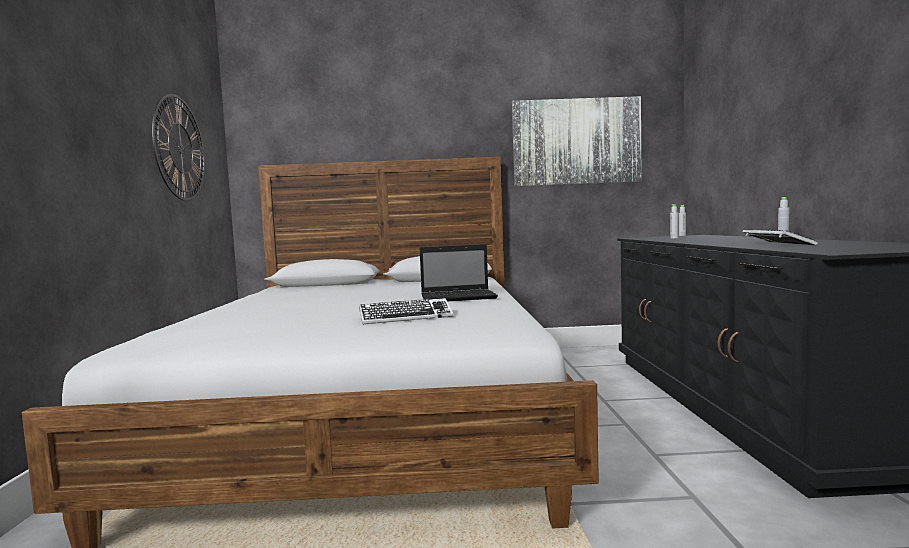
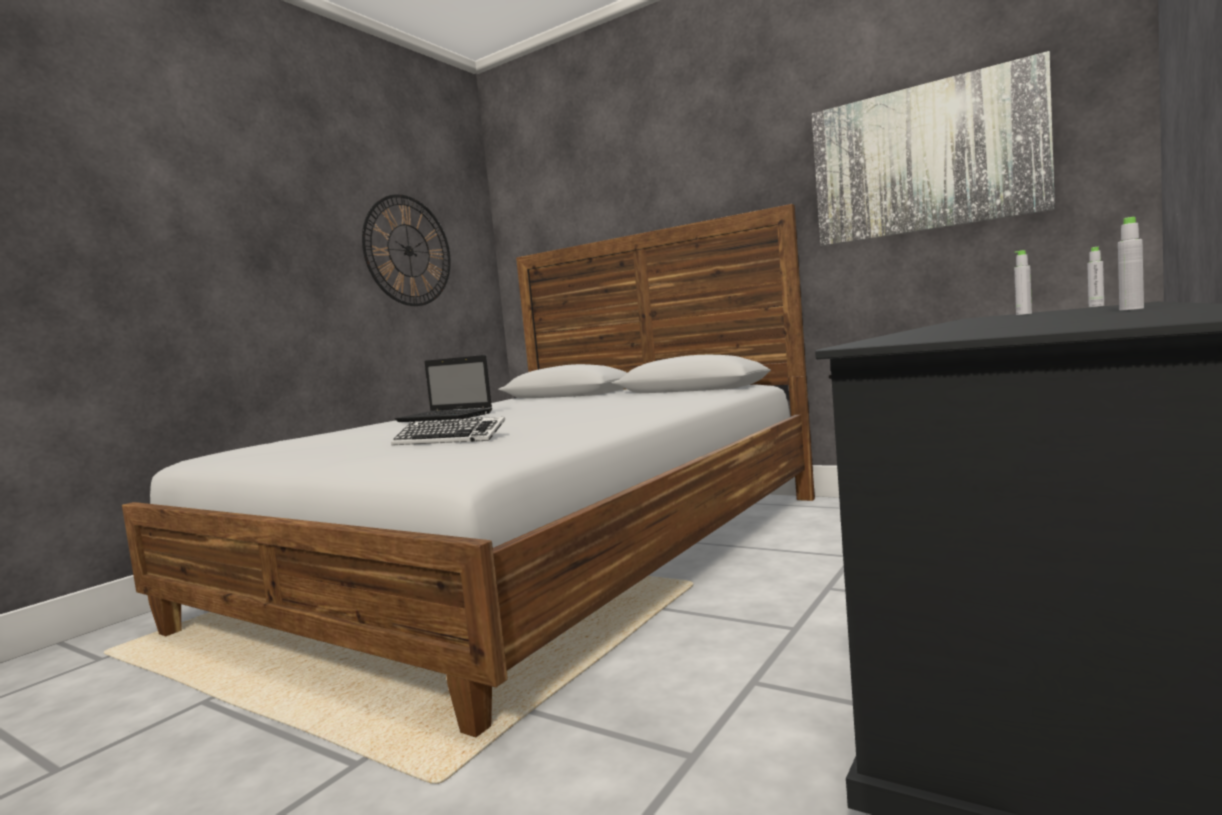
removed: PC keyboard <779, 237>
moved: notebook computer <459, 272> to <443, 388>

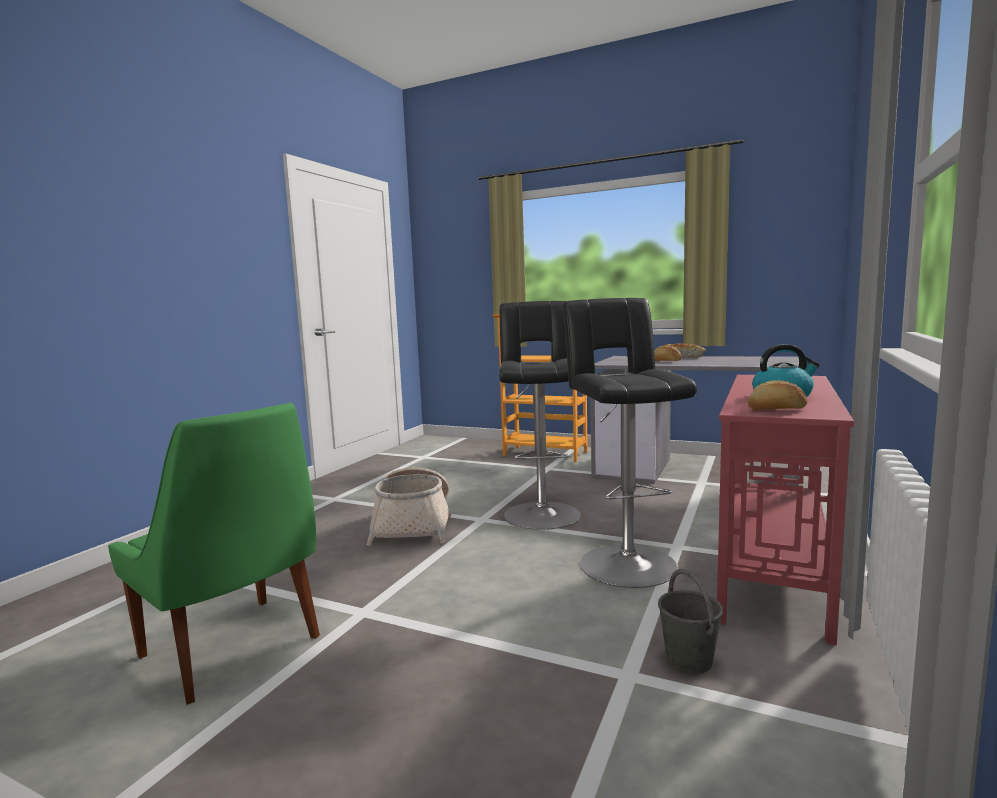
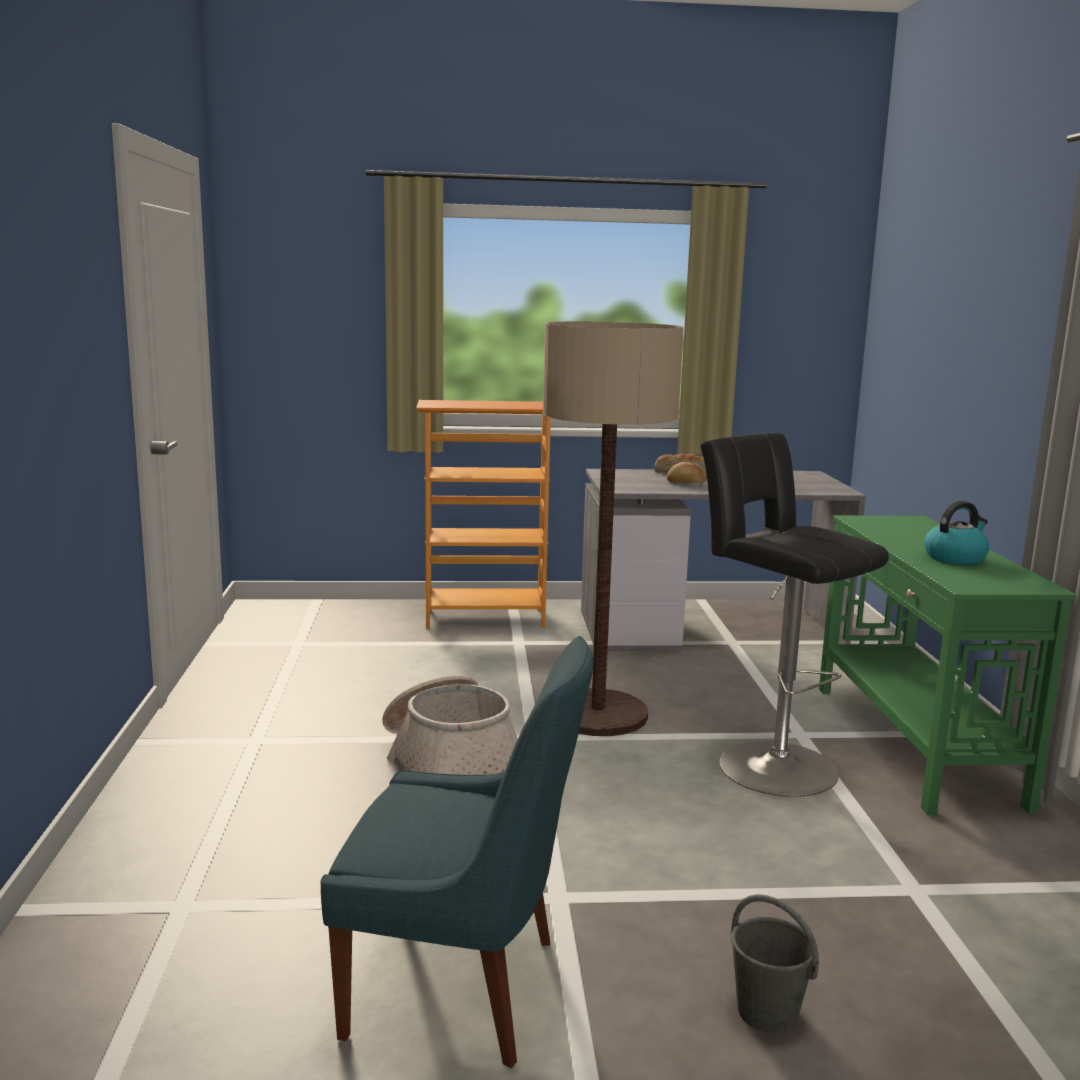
removed: bread <778, 395>
moved: grey bucket <690, 621> to <775, 963>
replaced: blackish stool seat <540, 415> to floor lamp <613, 529>
recoloured: green-coloured chair <214, 554> to blue-coloured chair <457, 852>; red-coloured hall table <785, 510> to green-coloured hall table <947, 665>

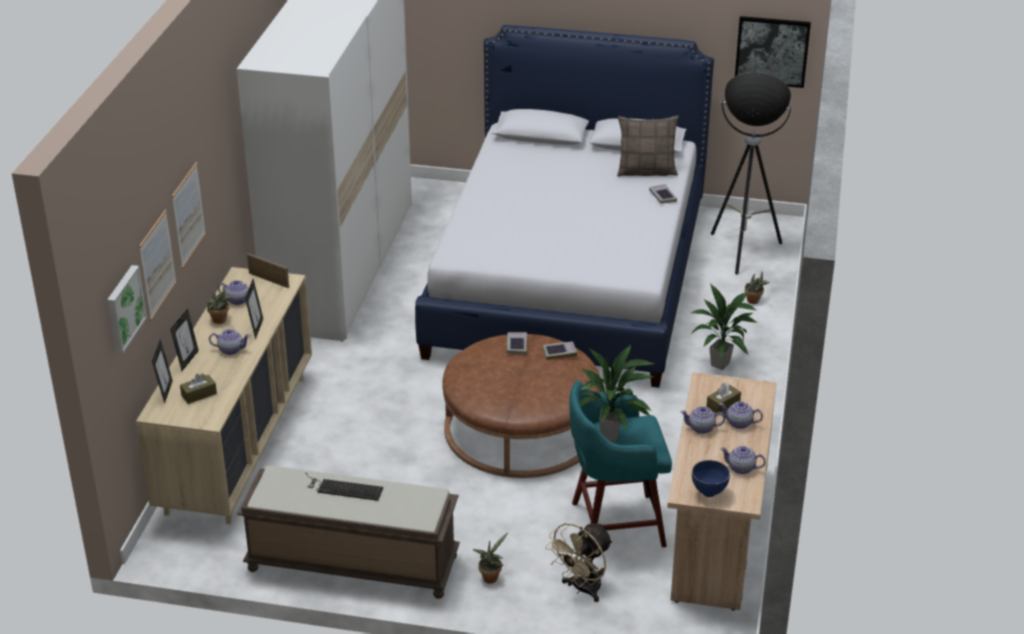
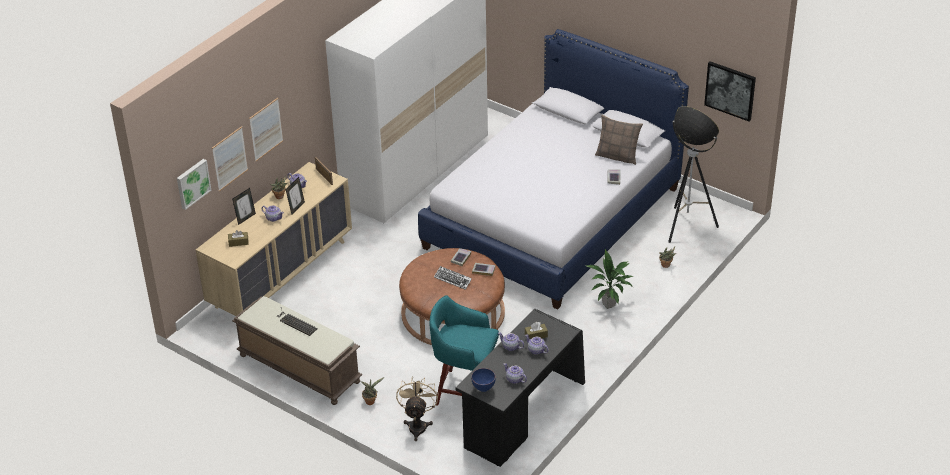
removed: standing frame <162, 372>; plant in a pot <616, 393>
added: PC keyboard <453, 278>
recoloured: beige desk unit <722, 491> to blackish desk unit <520, 388>
turned: beige cooling fan <579, 562> = <417, 408> 120 degrees clockwise

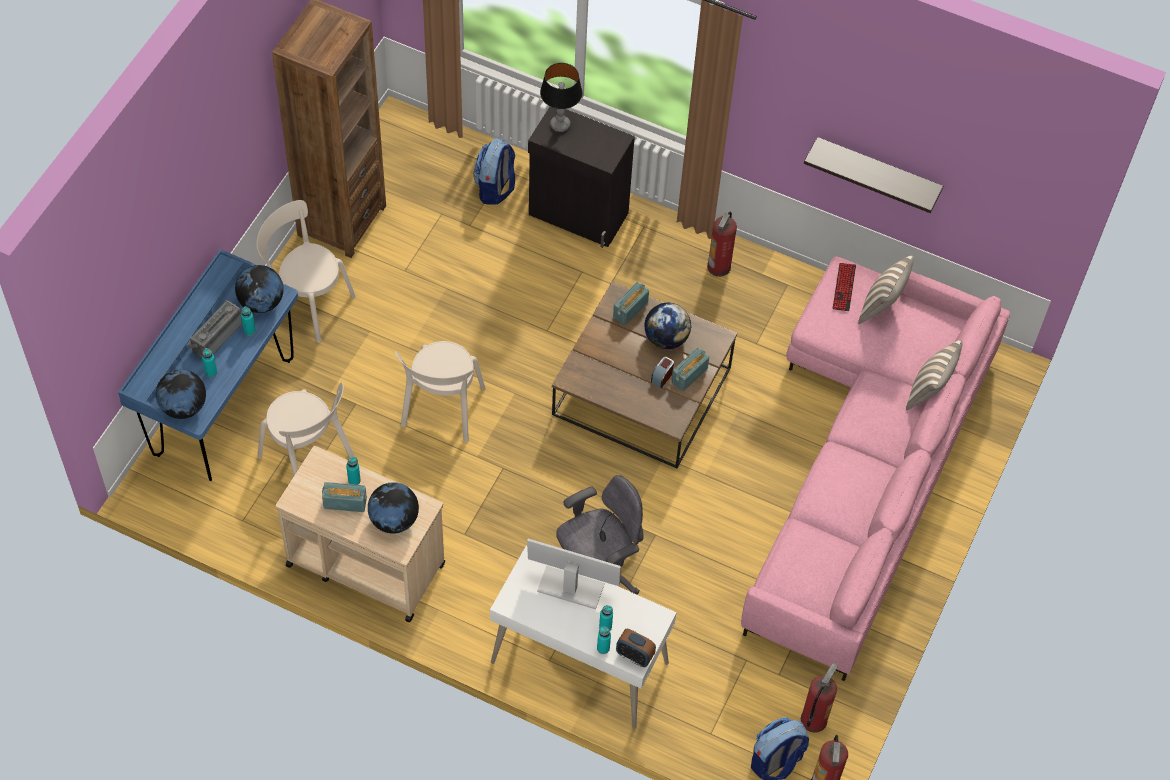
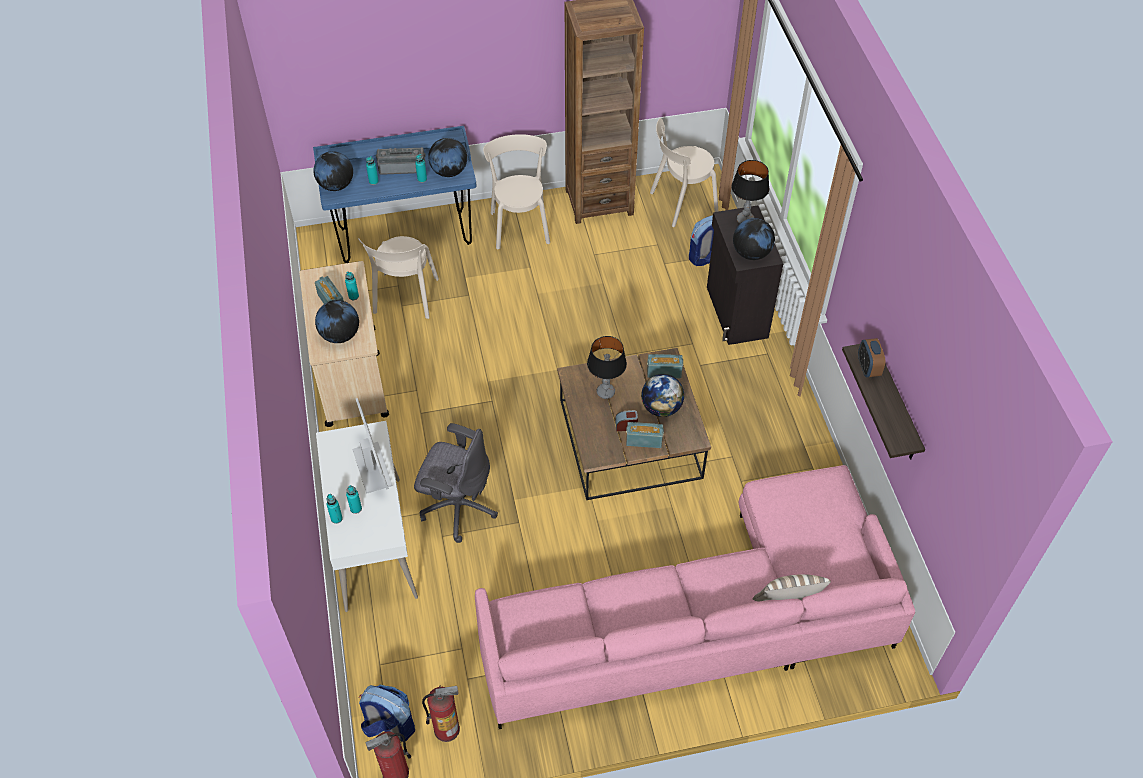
removed: fire extinguisher <722, 244>; PC keyboard <844, 287>; cushion <886, 289>
added: table lamp <607, 367>; globe <754, 239>
moved: beige chair <440, 391> to <684, 172>; table clock <636, 648> to <871, 357>

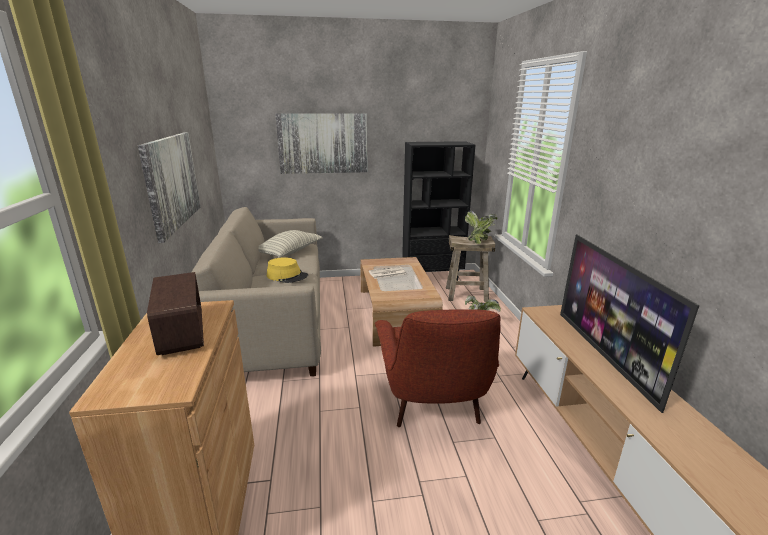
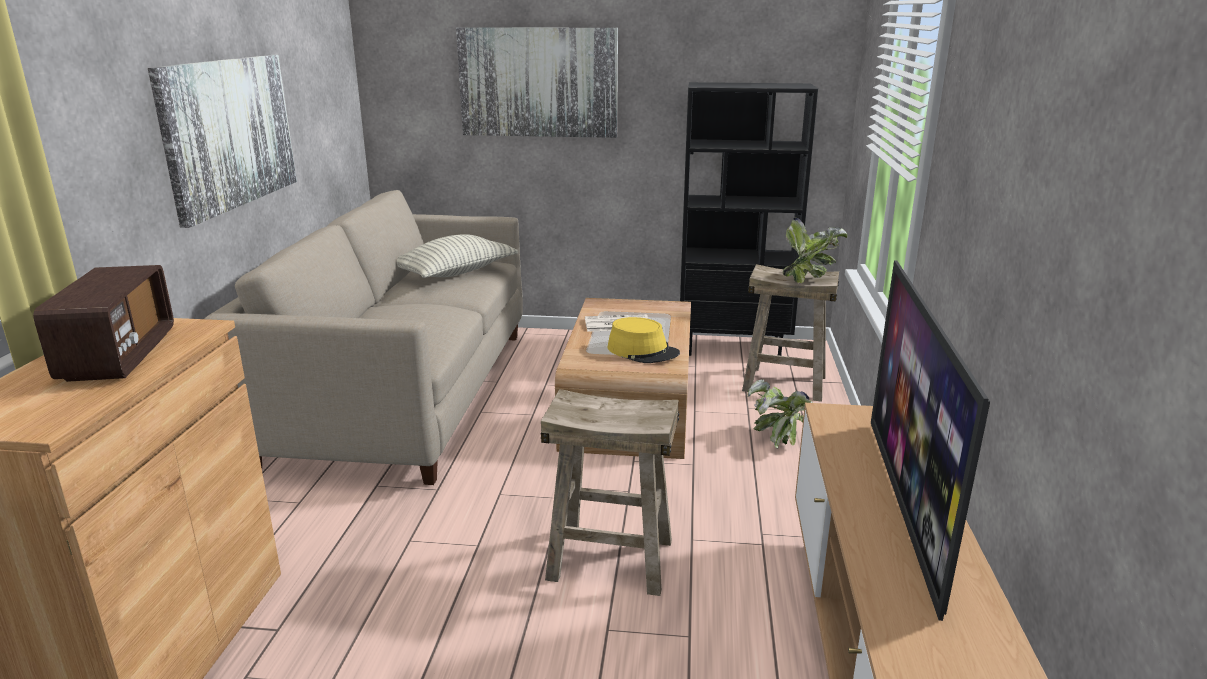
moved: yellow hat <287, 270> to <643, 340>
replaced: red-coloured lounge chair <438, 368> to beige stool seat <610, 492>

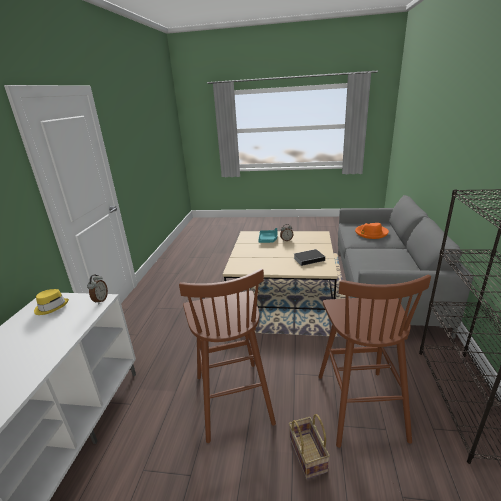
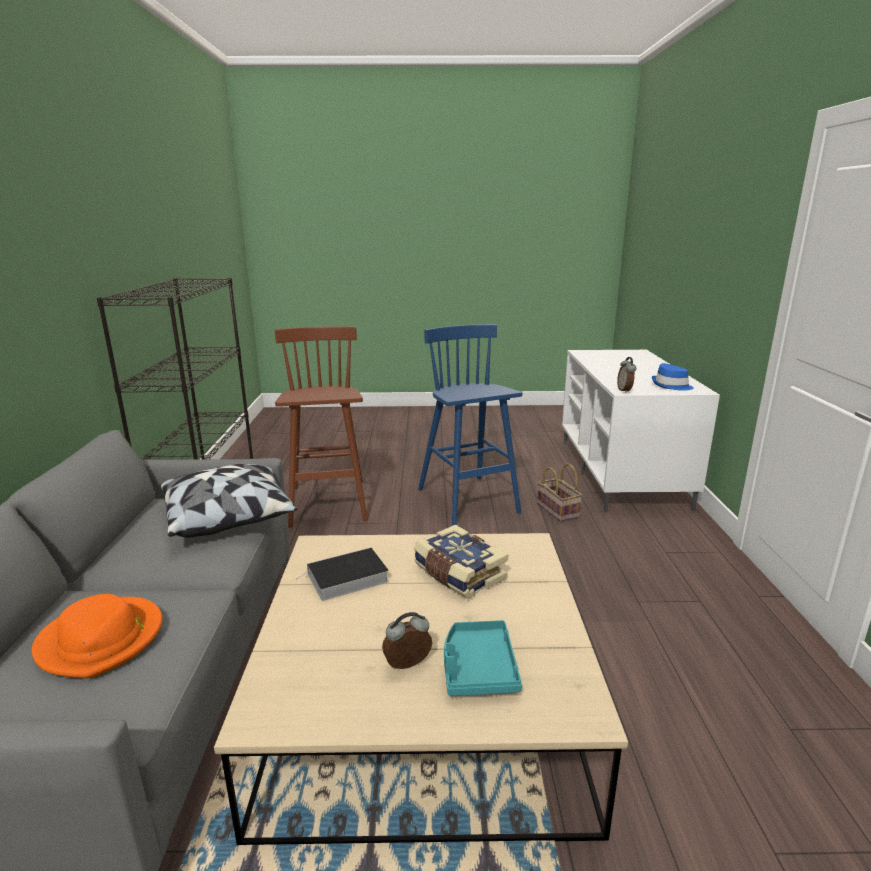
added: cushion <228, 500>; volume <461, 562>
moved: storage basket <309, 446> to <559, 492>
recoloured: yellow hat <51, 302> to blue-coloured hat <673, 377>; brown stool seat <227, 355> to blue-coloured stool seat <470, 425>

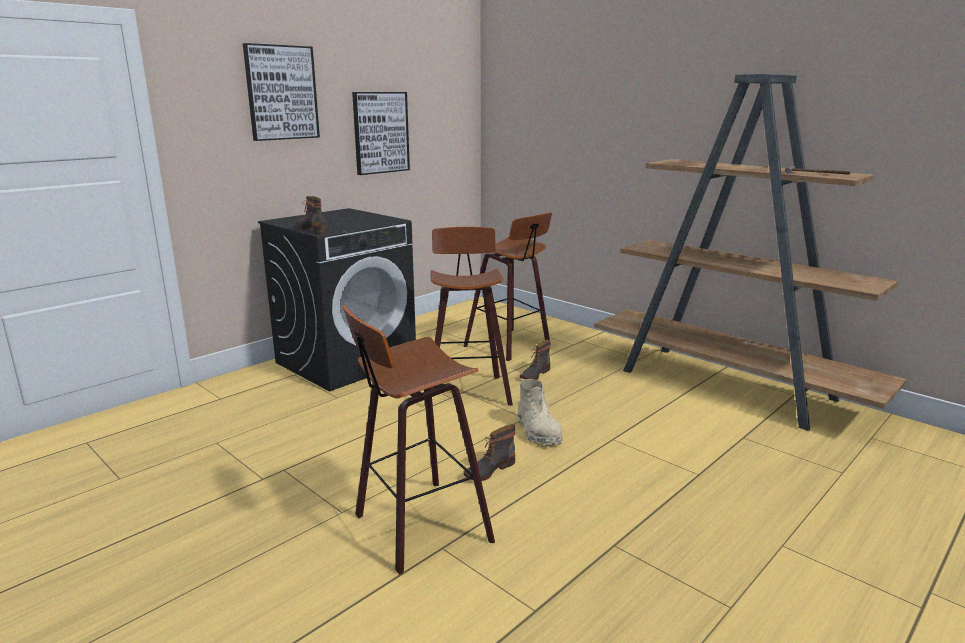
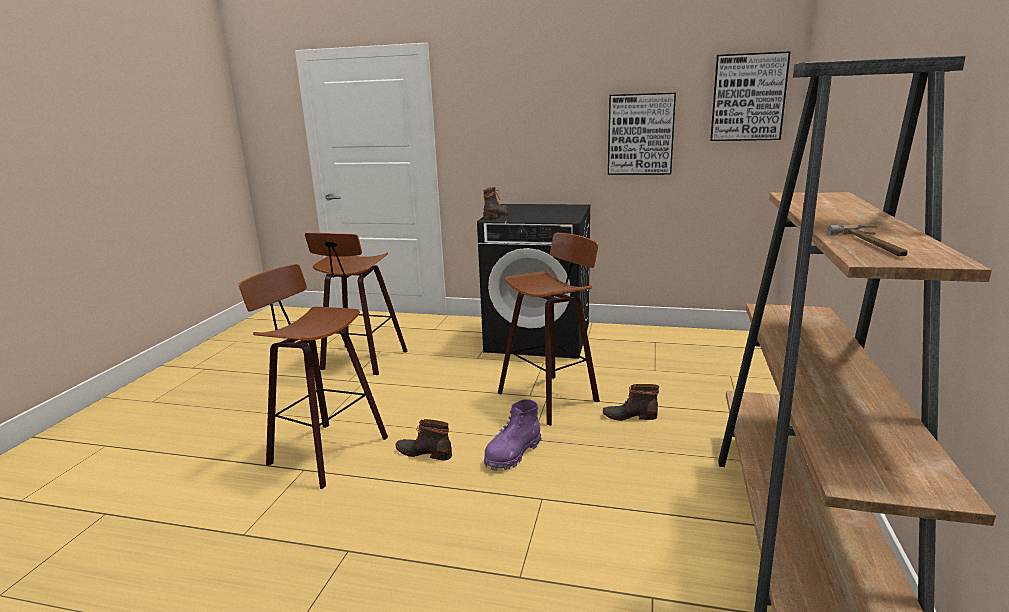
moved: picture <281, 92> to <750, 96>; stool seat <507, 287> to <356, 304>
recoloured: beige tall boot <540, 412> to purplish tall boot <513, 435>

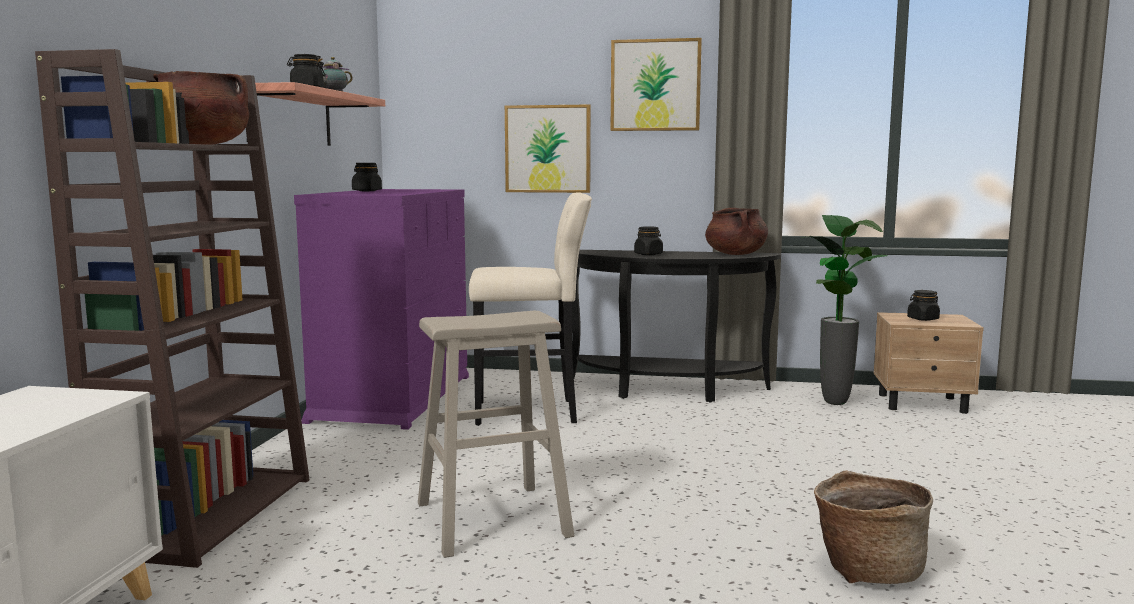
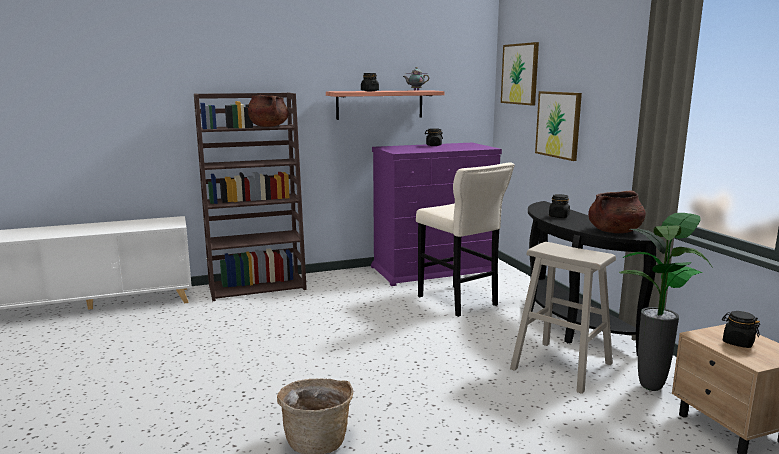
moved: beige stool seat <496, 434> to <563, 318>; picture <656, 84> to <520, 73>

